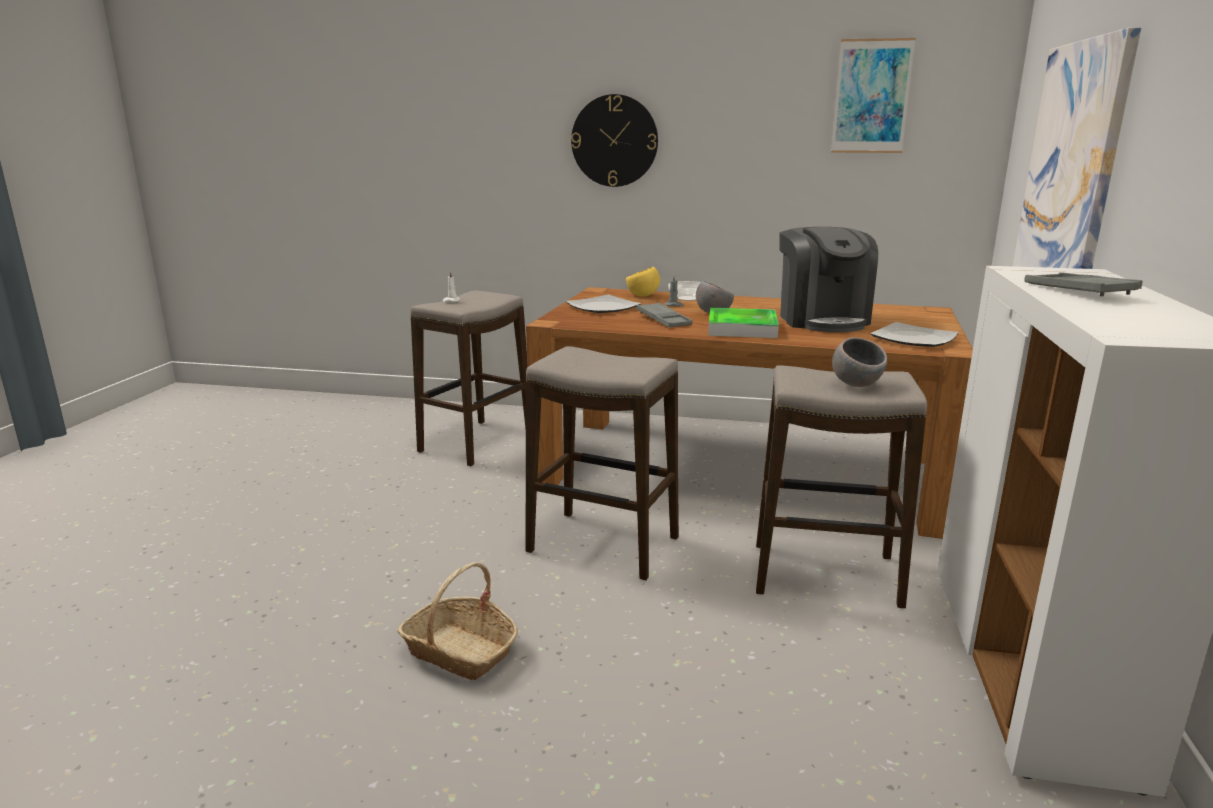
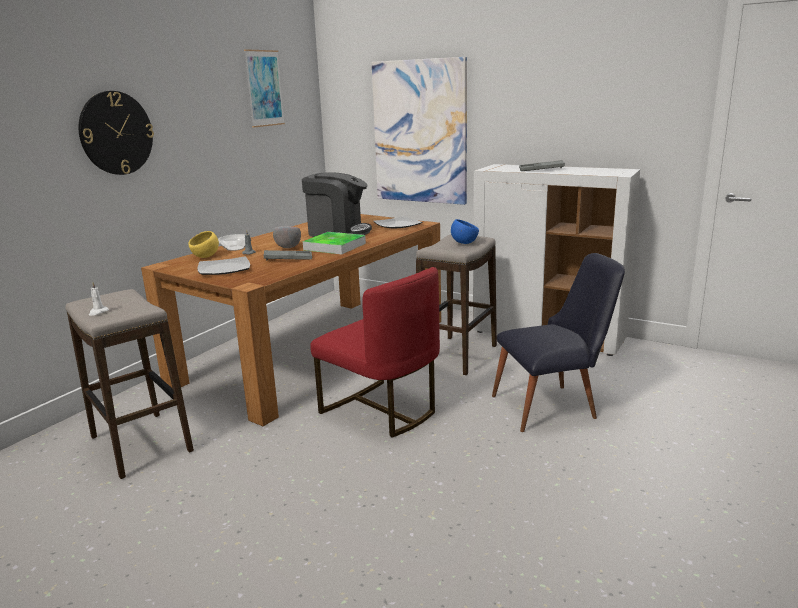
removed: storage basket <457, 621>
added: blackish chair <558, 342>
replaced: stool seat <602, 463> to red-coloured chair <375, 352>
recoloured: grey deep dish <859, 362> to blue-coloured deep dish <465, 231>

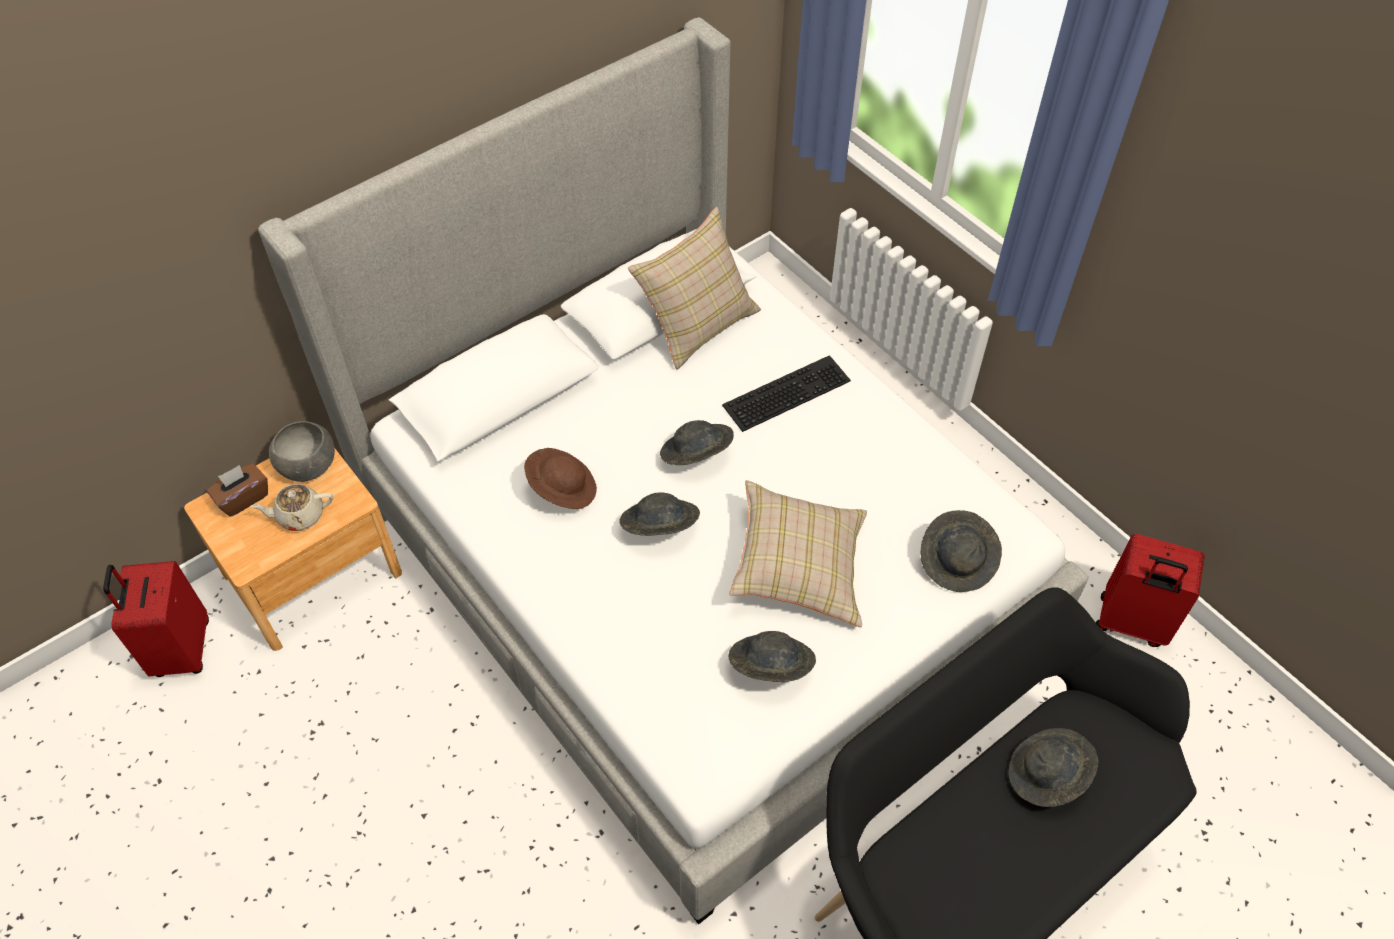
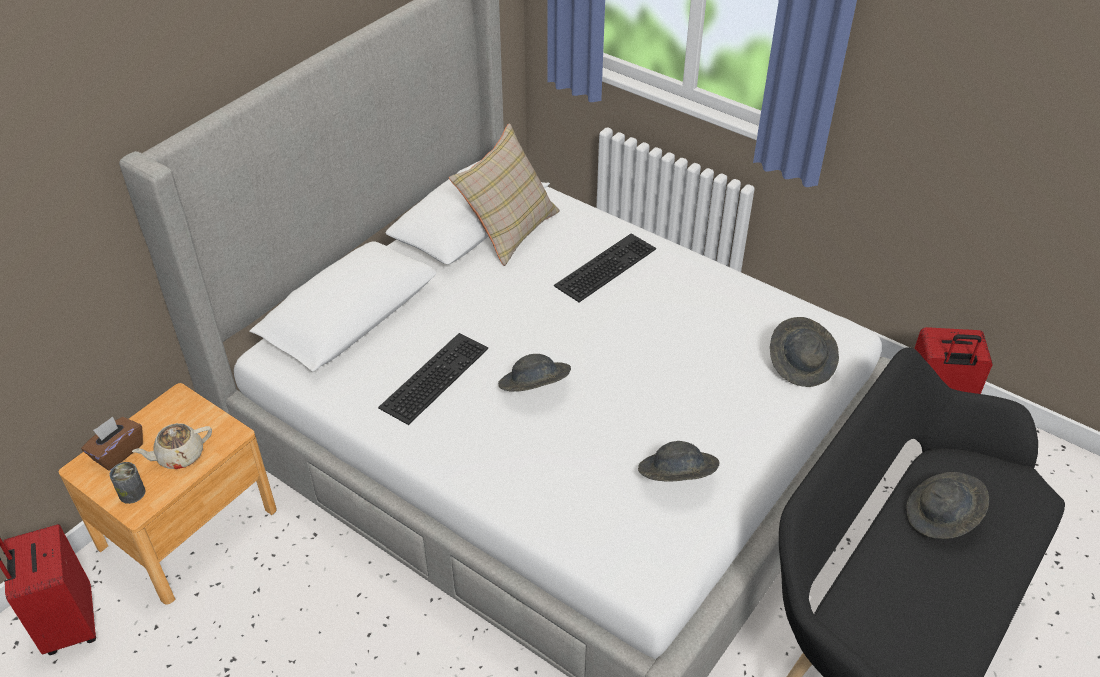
removed: grey deep dish <302, 451>; grey hat <697, 442>; beige cushion <798, 554>
added: metal can <127, 483>
replaced: brown hat <560, 478> to PC keyboard <433, 379>

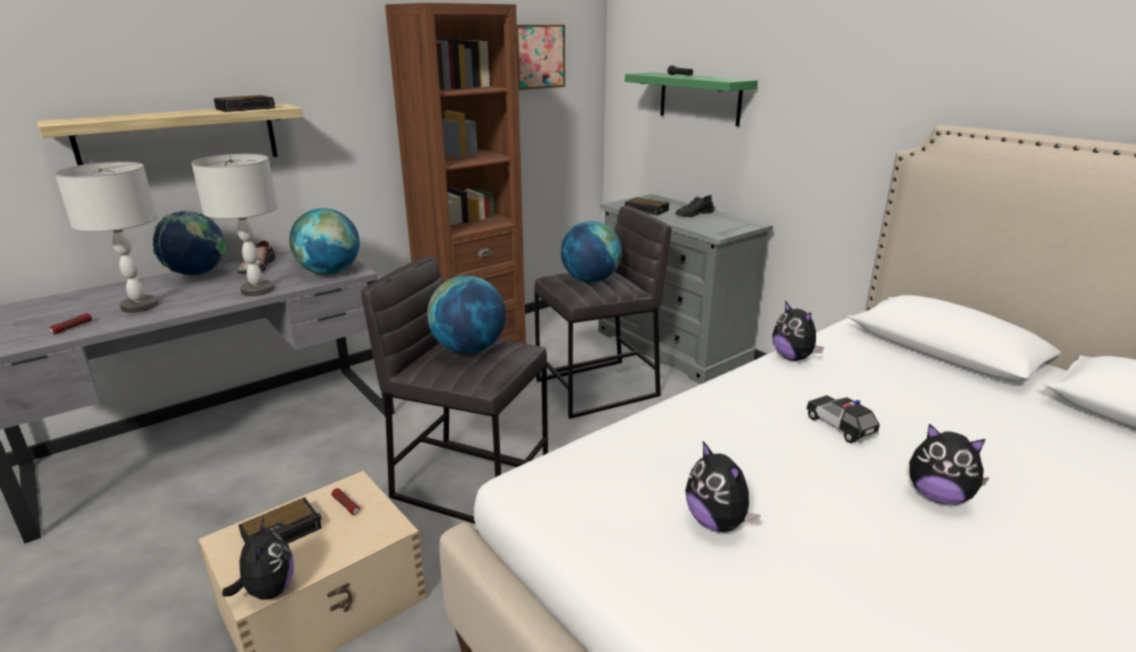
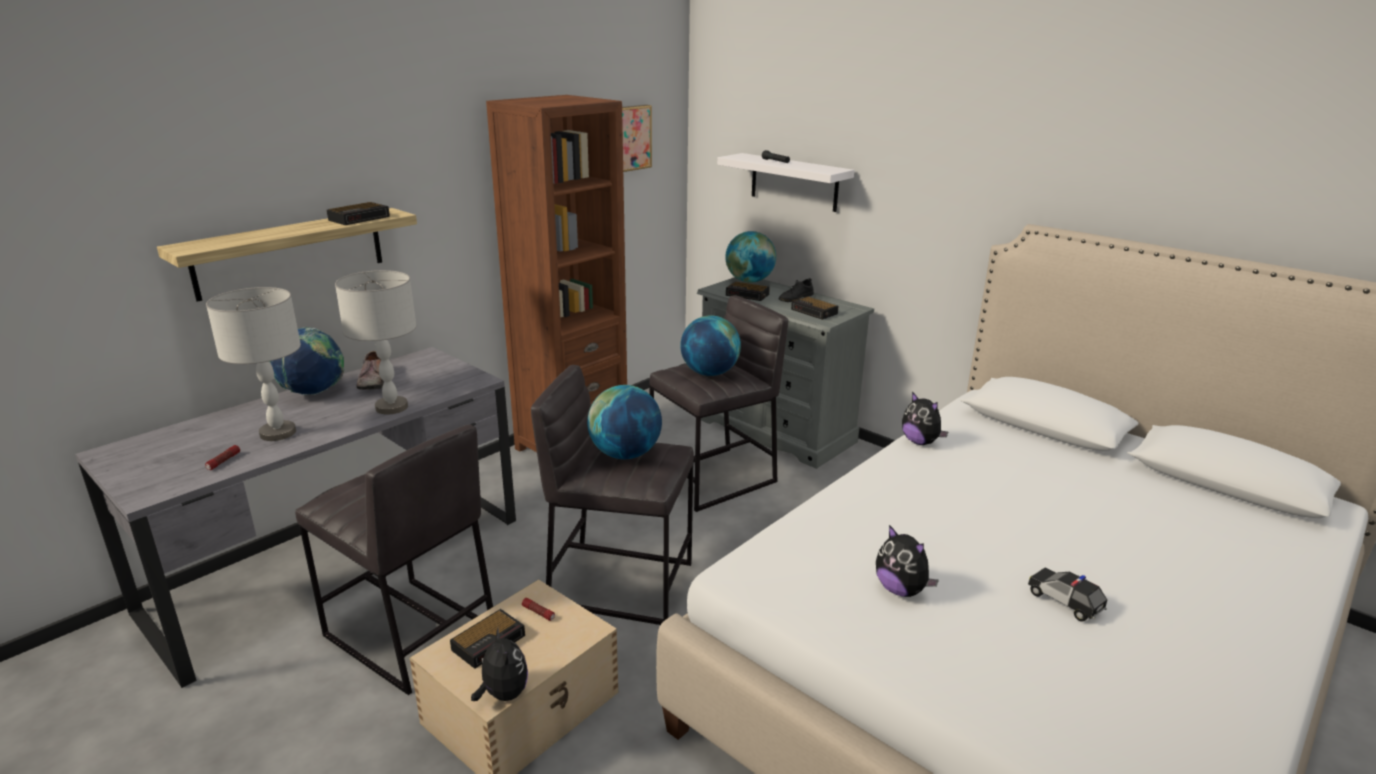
removed: cuddly toy <949, 463>
added: grey stool seat <394, 560>; table clock <814, 308>
moved: globe <324, 241> to <750, 257>; model car <843, 419> to <1067, 595>
recoloured: green-coloured wall shelf <691, 99> to whitish wall shelf <786, 182>

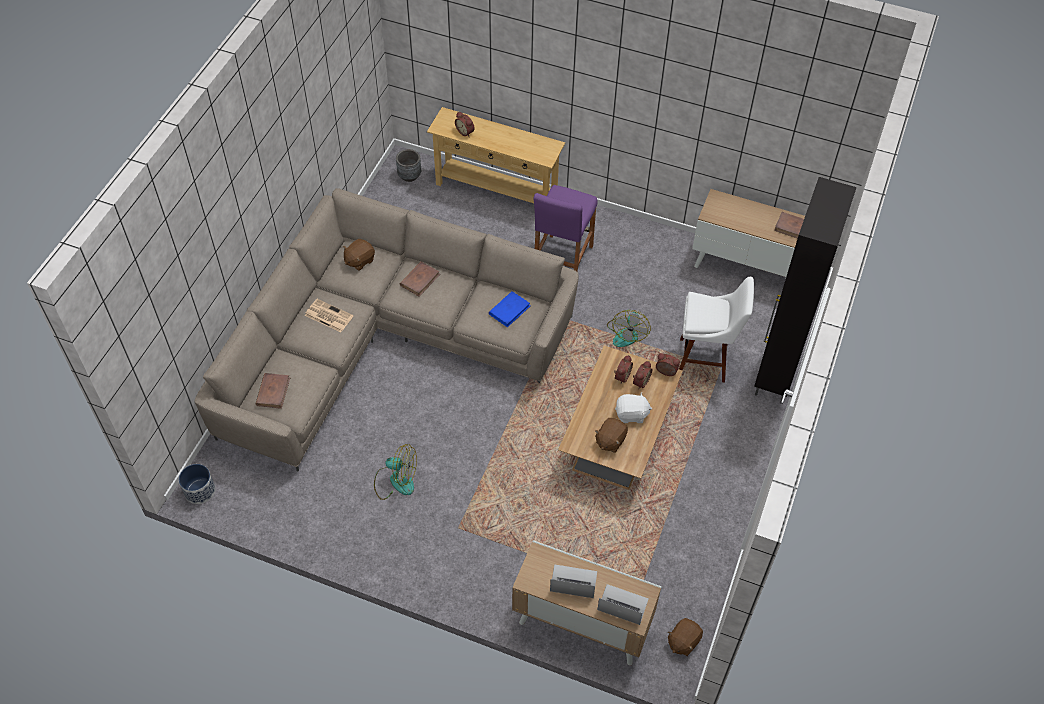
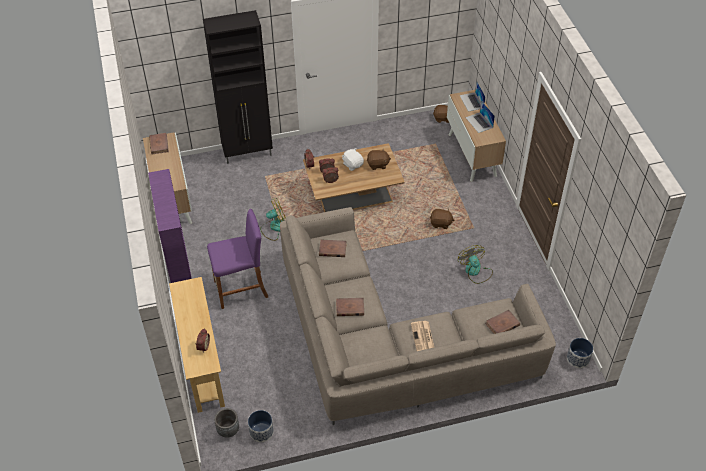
removed: whitish stool seat <716, 330>
added: purplish shelving unit <170, 226>; planter <261, 426>
moved: brown cuddly toy <359, 255> to <442, 219>
recoloured: blue-coloured volume <509, 309> to brown volume <333, 248>

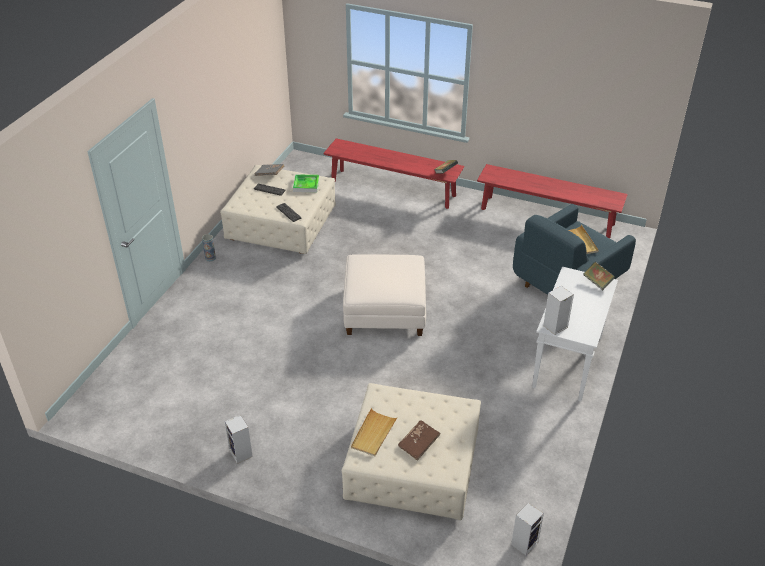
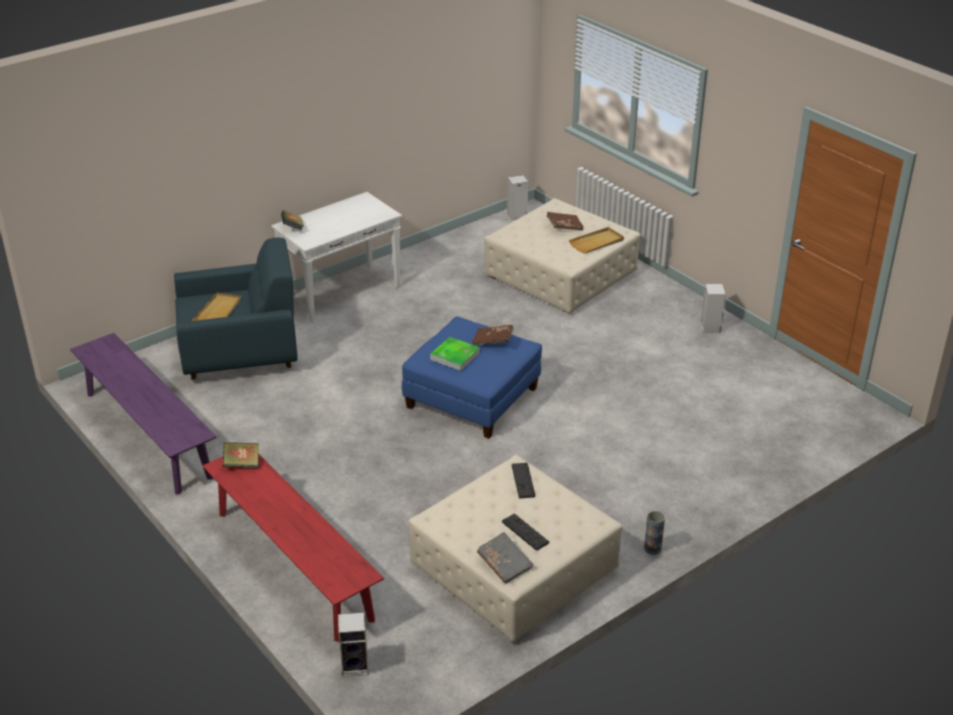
added: brown volume <493, 335>
moved: serving tray <306, 183> to <455, 354>; loudspeaker <558, 310> to <353, 644>
recoloured: whitish pouffe <384, 295> to blue-coloured pouffe <472, 377>; red-coloured long seat <552, 201> to purplish long seat <143, 414>

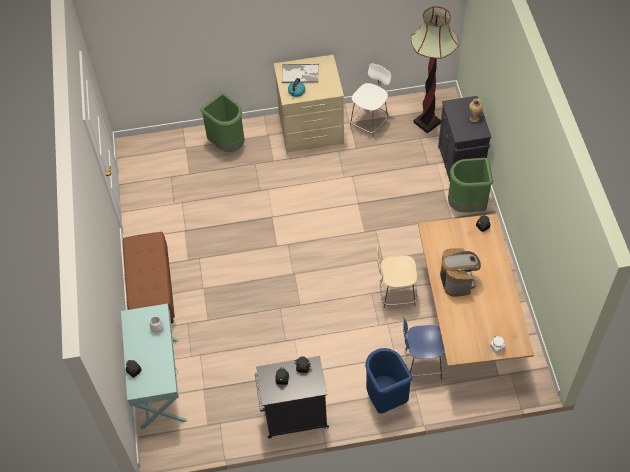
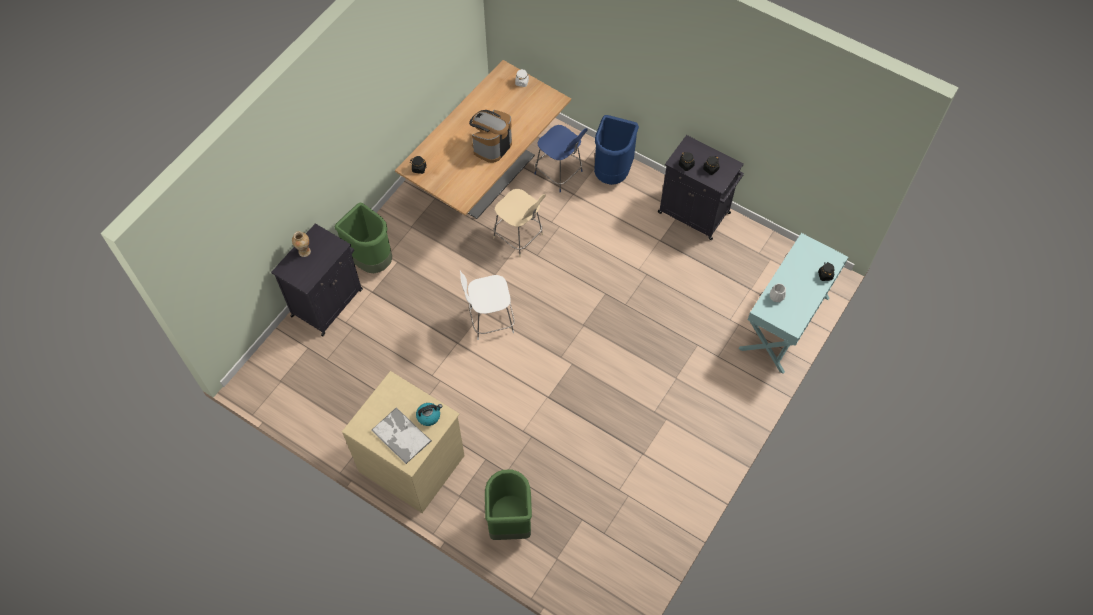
removed: brown long seat <149, 277>; floor lamp <435, 69>
moved: whitish chair <370, 101> to <487, 305>

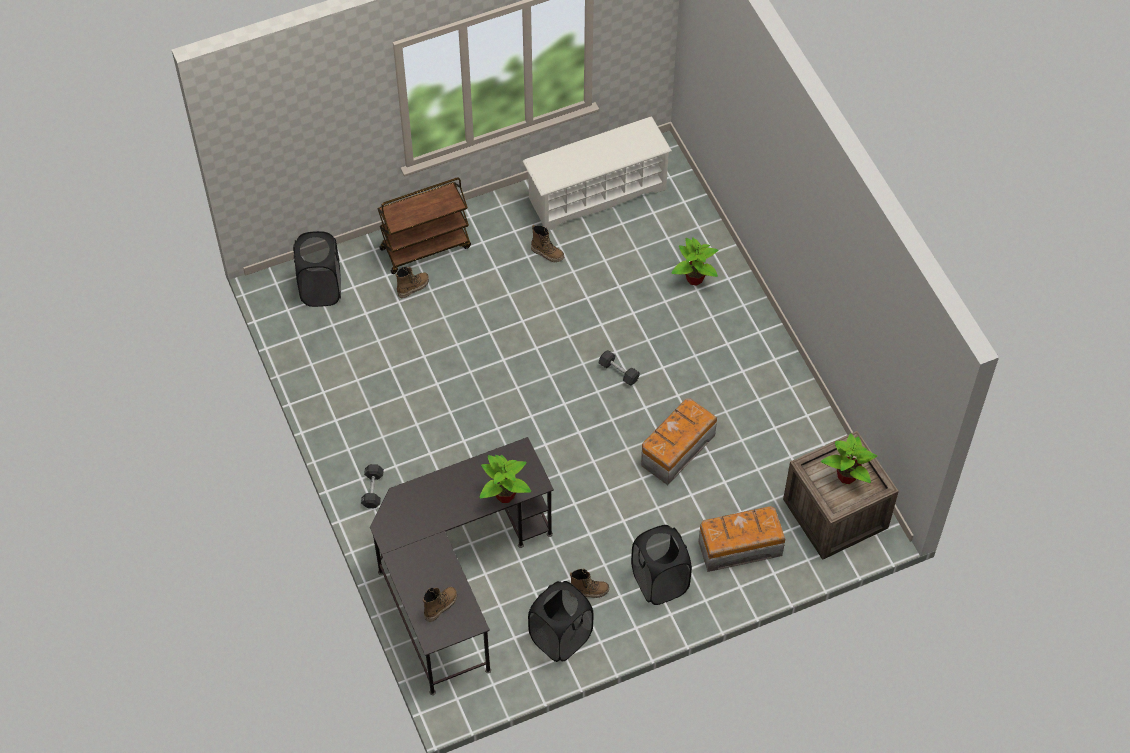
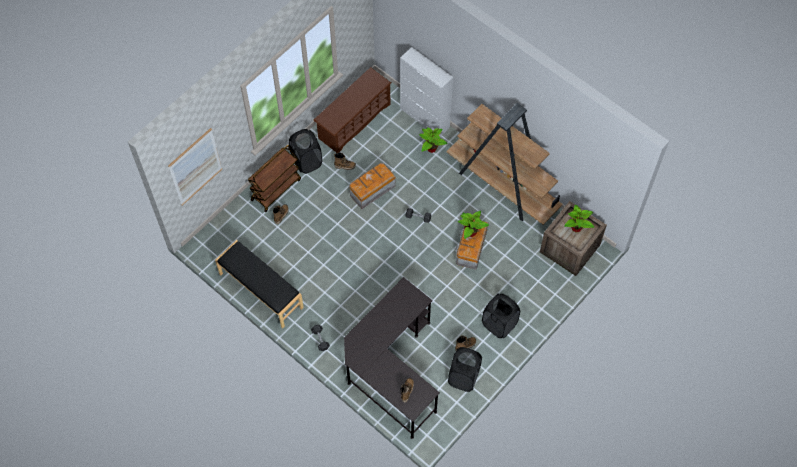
added: picture <195, 167>; blackish long seat <259, 284>; whitish storage cabinet <426, 92>; brown shelving unit <504, 164>
moved: blackish hamper <317, 269> to <305, 151>; plant in a pot <505, 479> to <473, 225>; storage bin <741, 539> to <372, 186>
recoloured: whitish shoe rack <597, 174> to brown shoe rack <352, 110>

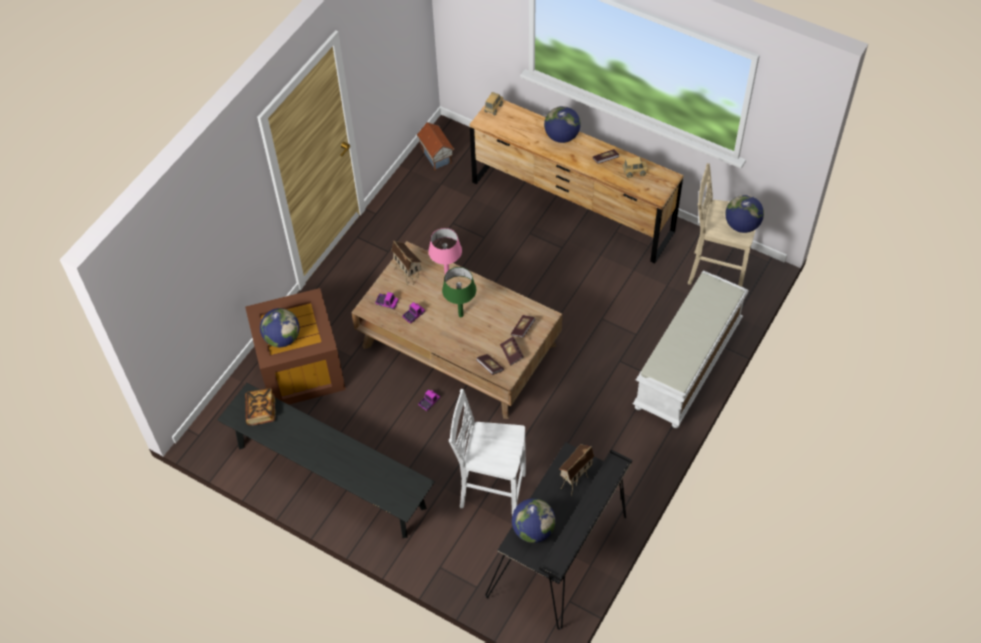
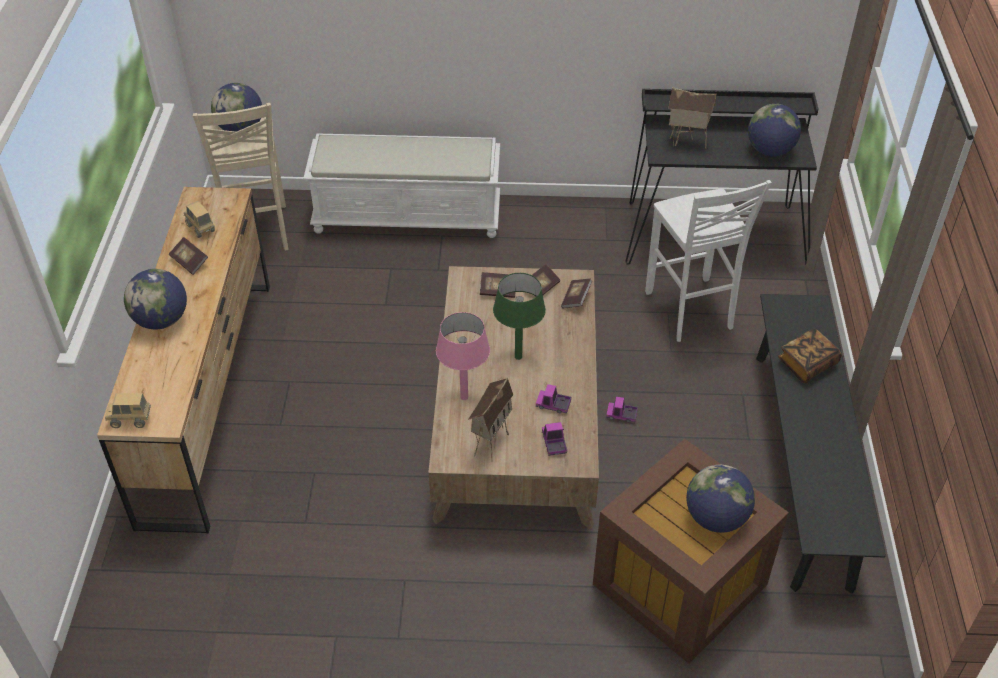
removed: miniature house <435, 146>
moved: volume <260, 407> to <809, 355>

